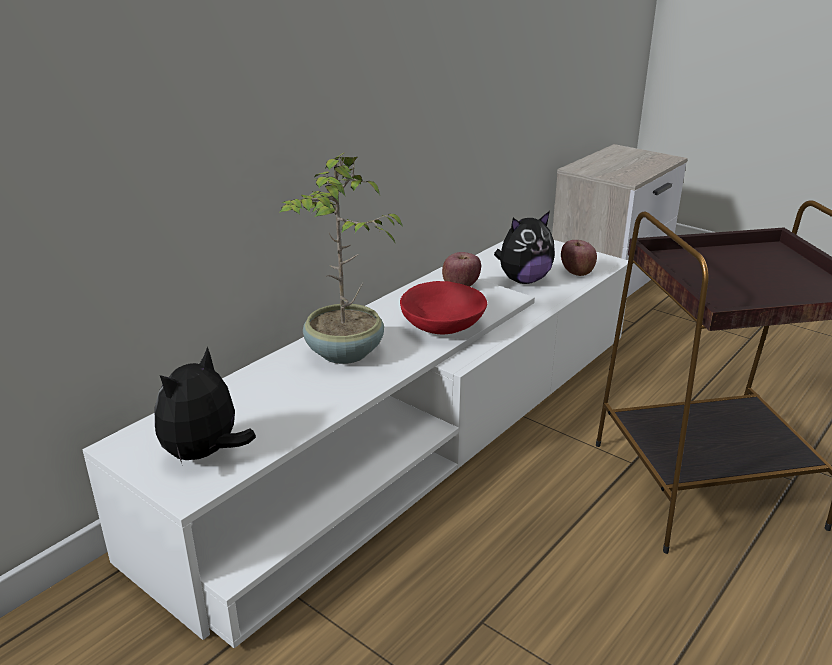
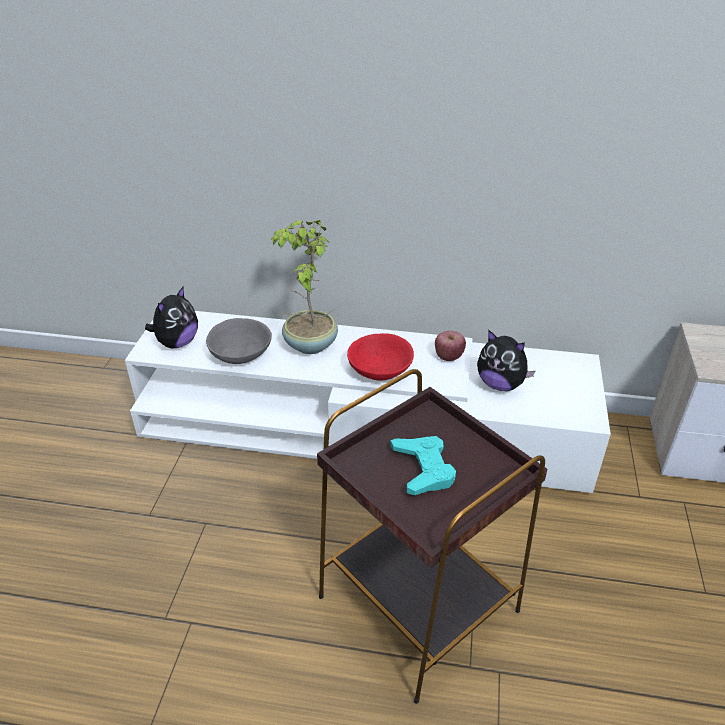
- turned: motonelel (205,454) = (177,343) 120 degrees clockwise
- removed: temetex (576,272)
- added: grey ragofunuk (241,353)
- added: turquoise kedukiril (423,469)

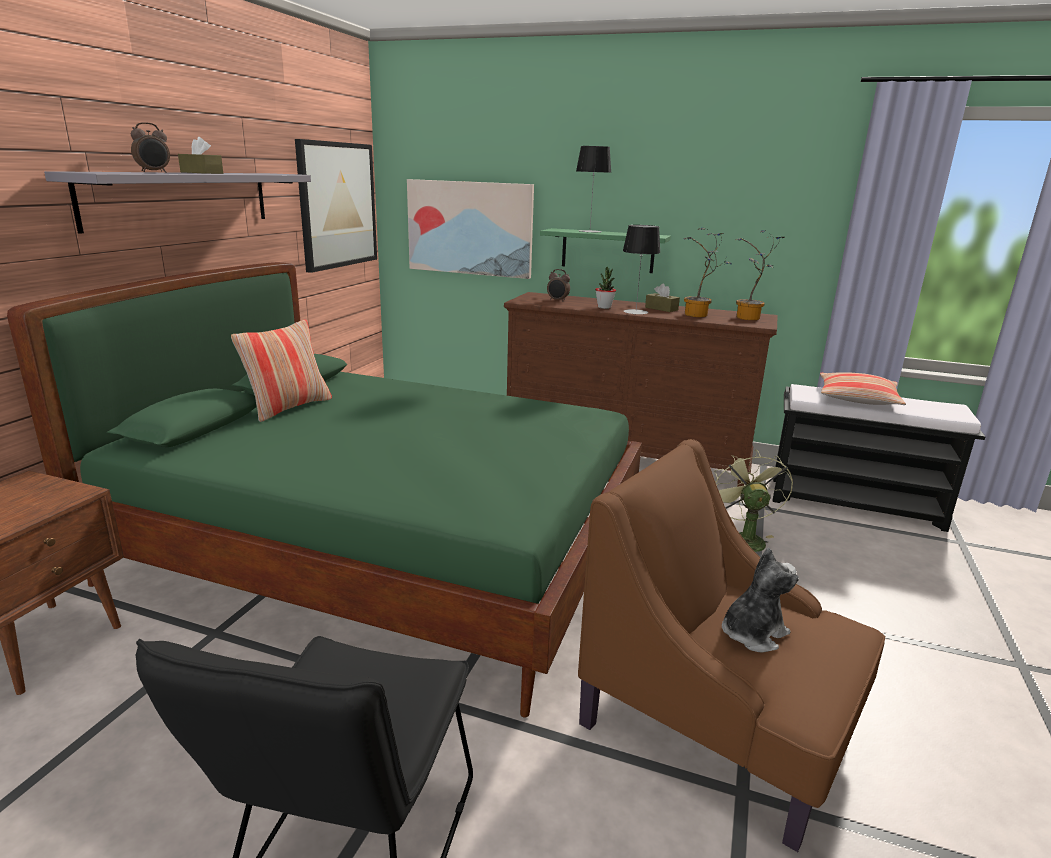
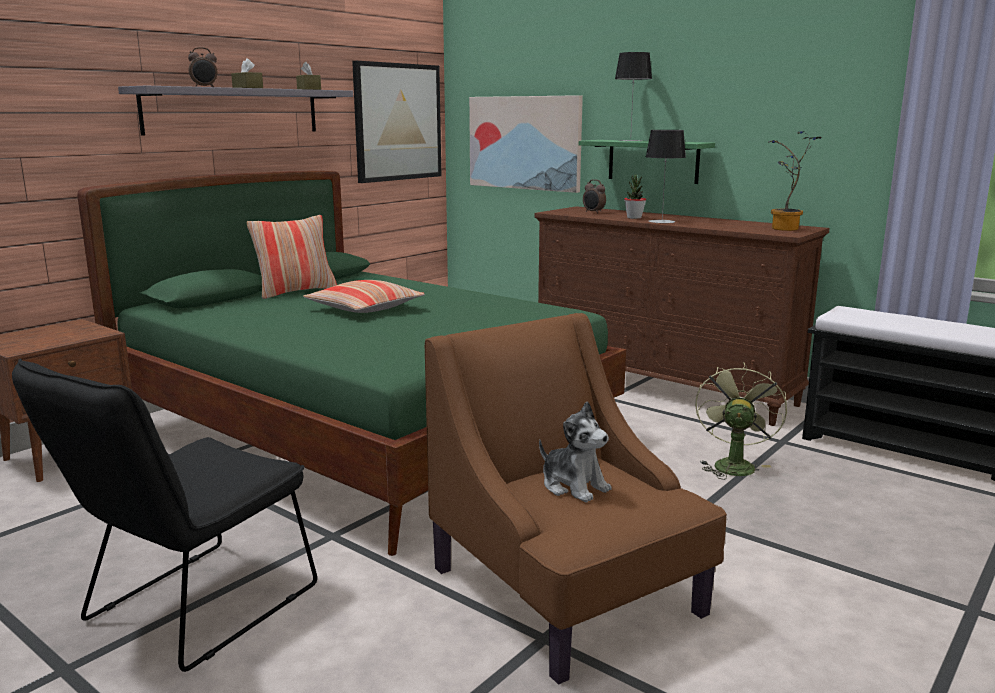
- moved: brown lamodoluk (661,309) to (309,89)
- removed: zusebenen (698,315)
- turned: motonelel (752,633) = (574,486) 60 degrees clockwise
- moved: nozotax (857,399) to (364,308)

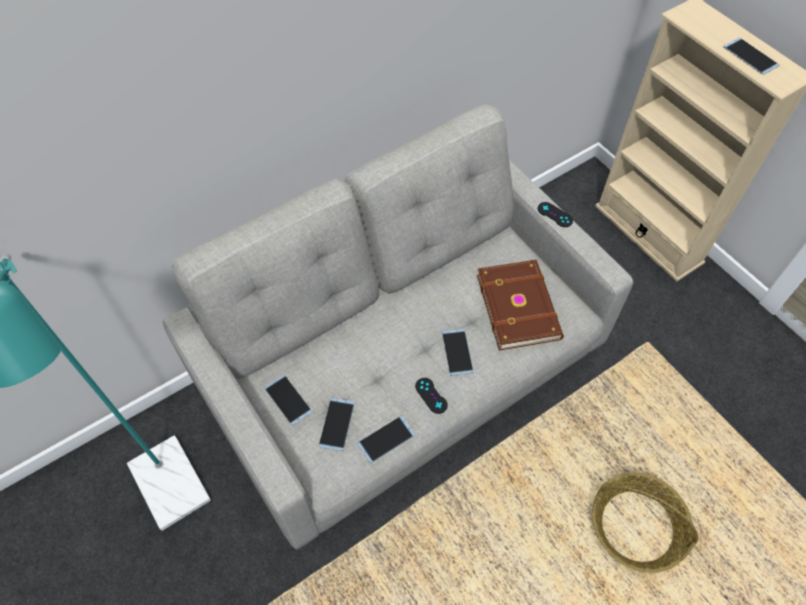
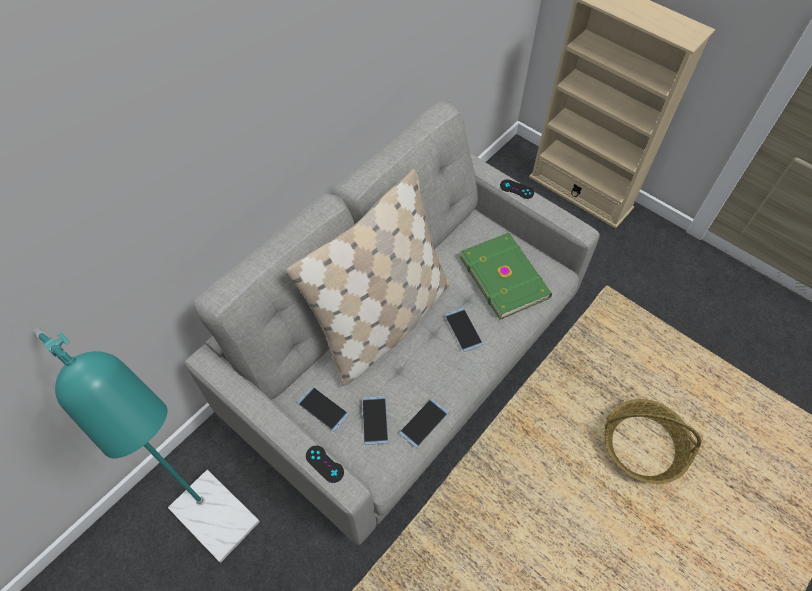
- moved: black kedukiril (431,395) to (324,464)
- recoloured: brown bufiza (519,306) to green bufiza (505,276)
- removed: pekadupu (750,56)
- added: beige nozotax (383,322)

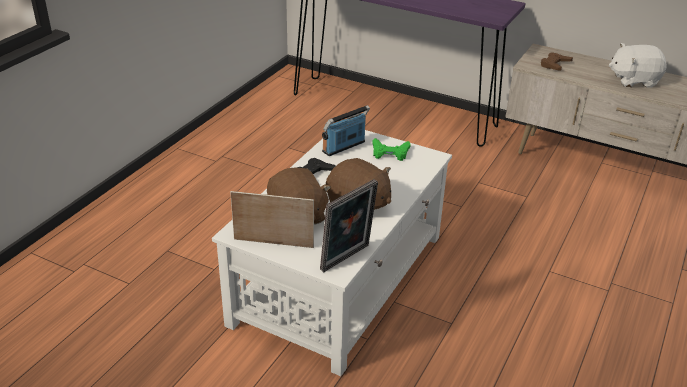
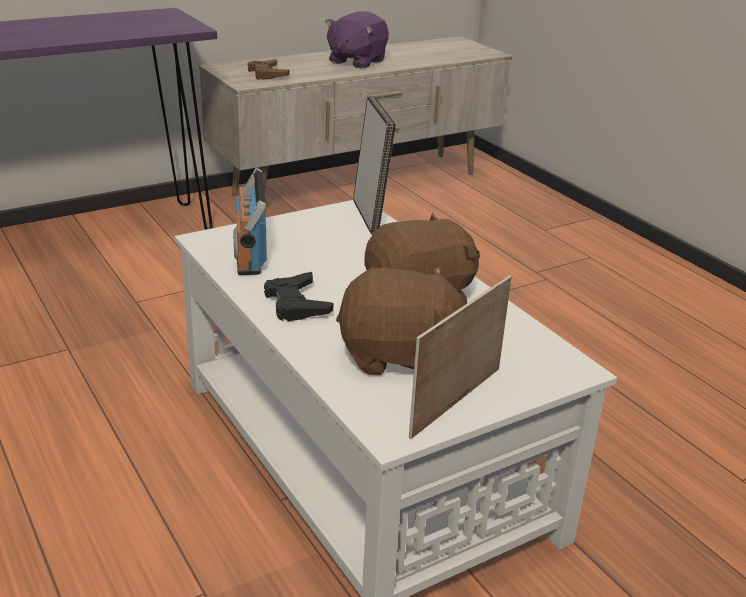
- moved: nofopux (347,259) to (370,216)
- removed: green kedukiril (390,153)
- recoloured: white motonelel (633,80) to purple motonelel (356,61)

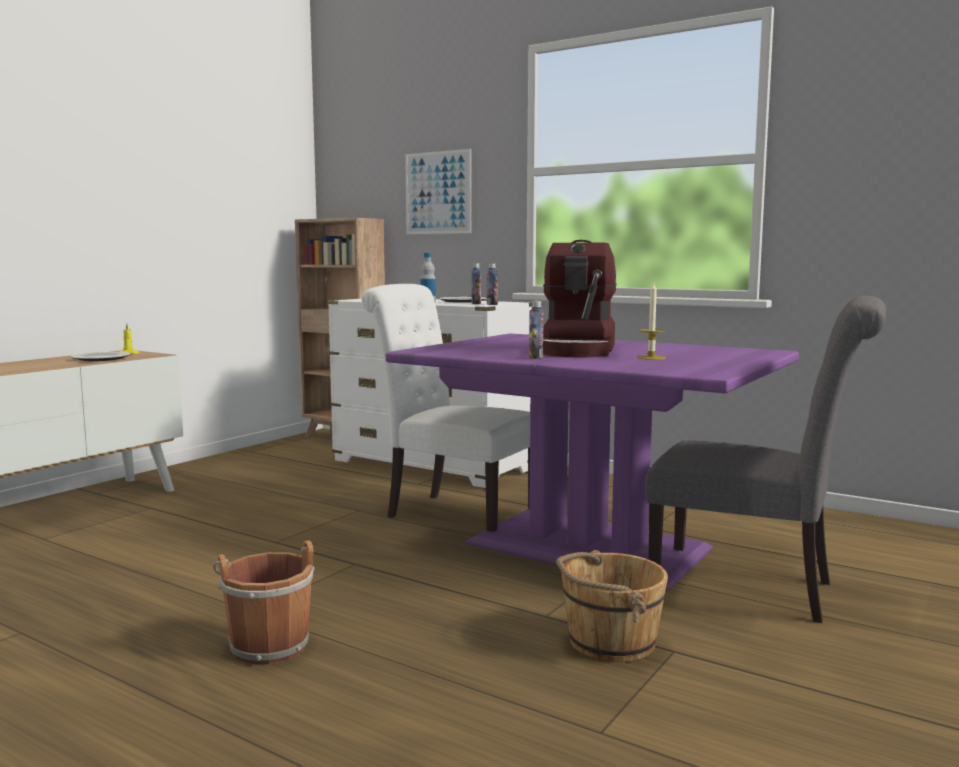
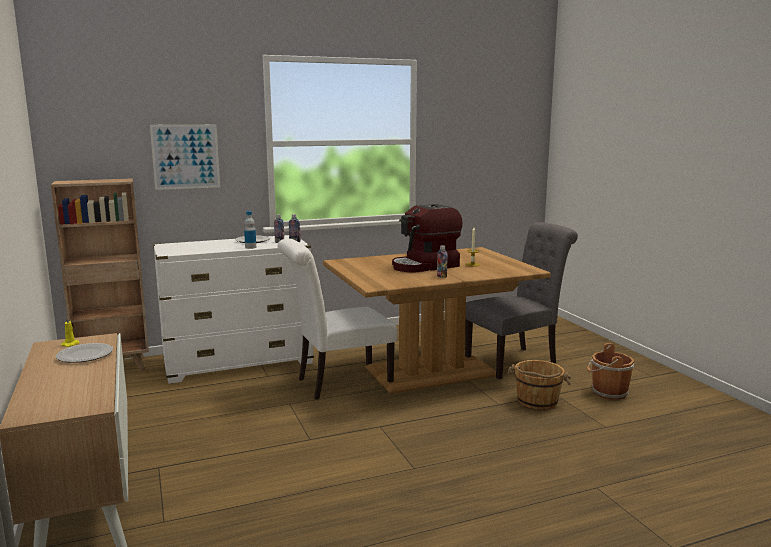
- moved: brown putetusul (268,645) to (607,392)
- recoloured: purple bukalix (588,545) to brown bukalix (430,370)
- turned: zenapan (579,350) = (425,266) 105 degrees clockwise

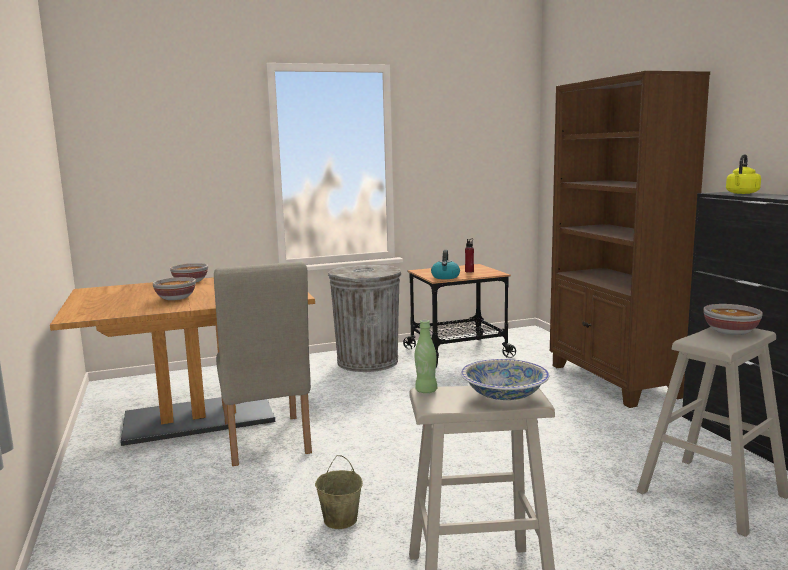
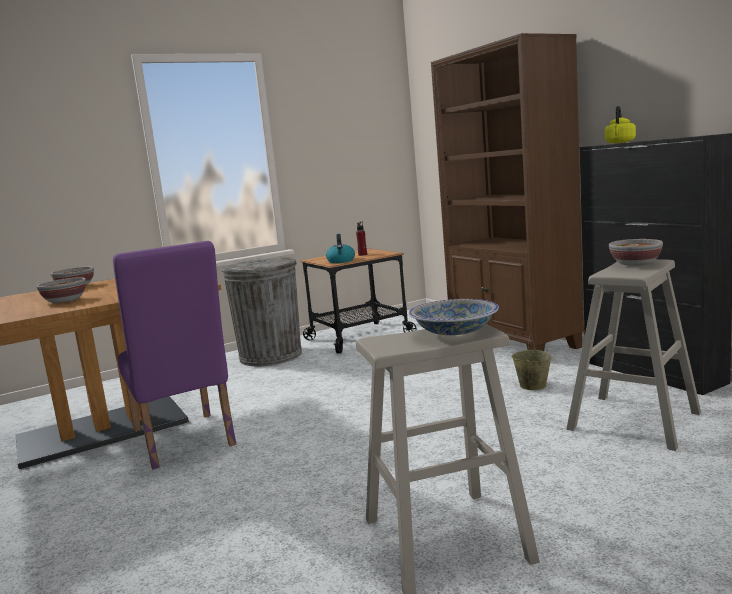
- recoloured: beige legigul (266,444) to purple legigul (184,443)
- moved: beige putetusul (340,519) to (532,385)
- removed: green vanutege (426,391)

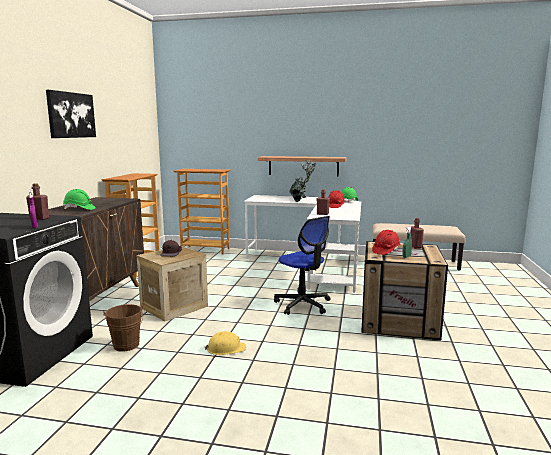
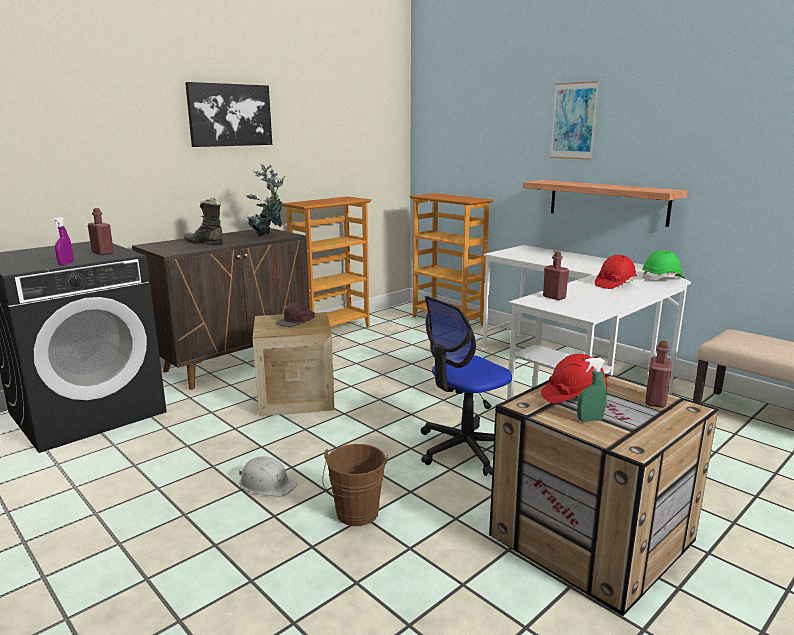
- replaced: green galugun (79,209) to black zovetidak (204,243)
- moved: brown putetusul (126,346) to (356,516)
- recoloured: yellow galugun (226,349) to white galugun (267,484)
- turned: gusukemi (303,304) = (464,449) 60 degrees clockwise
- moved: zusebenen (301,201) to (268,236)
- added: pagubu (574,121)

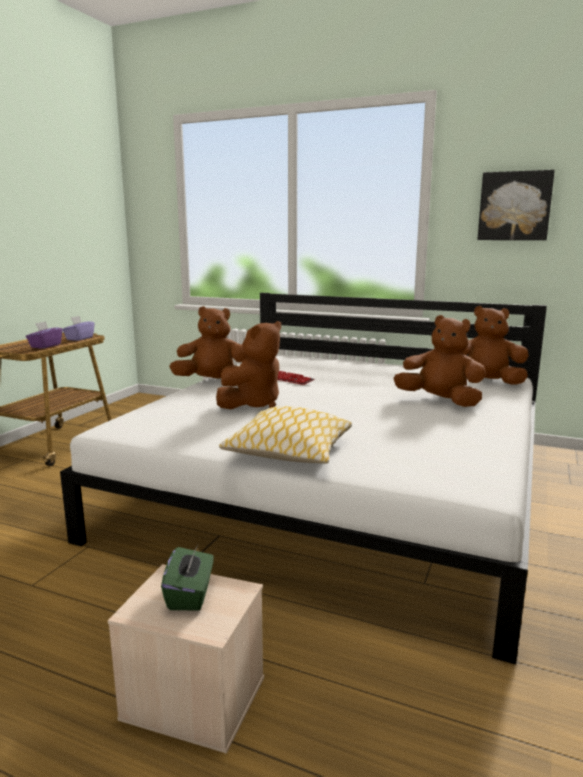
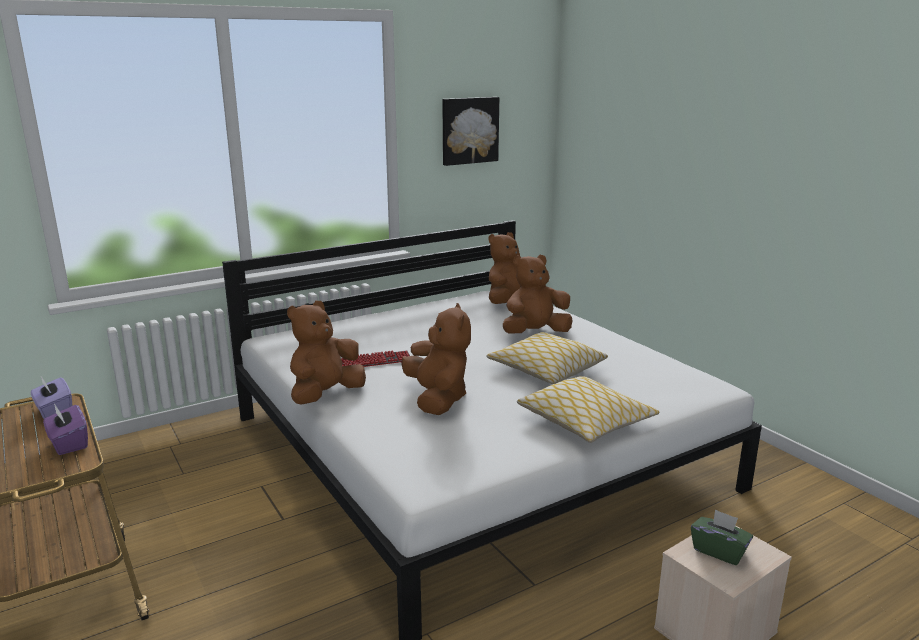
- added: nozotax (546,369)

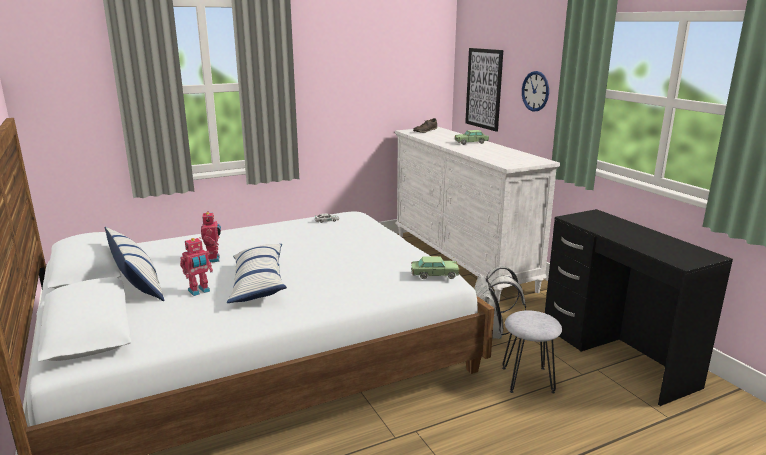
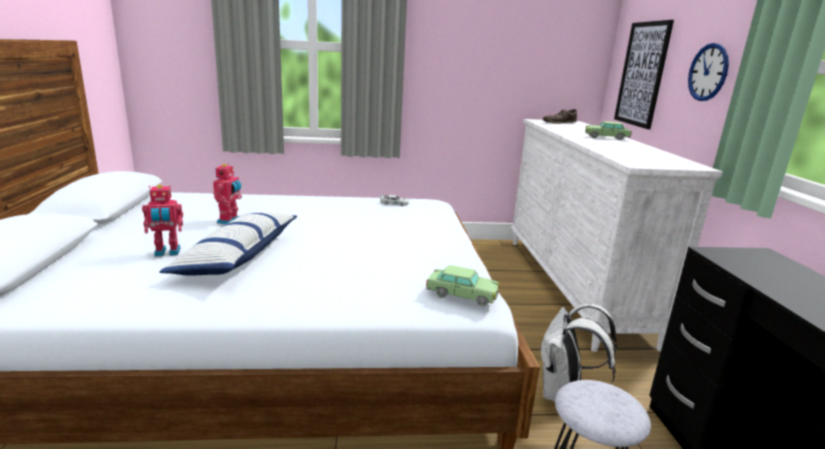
- removed: nozotax (137,283)

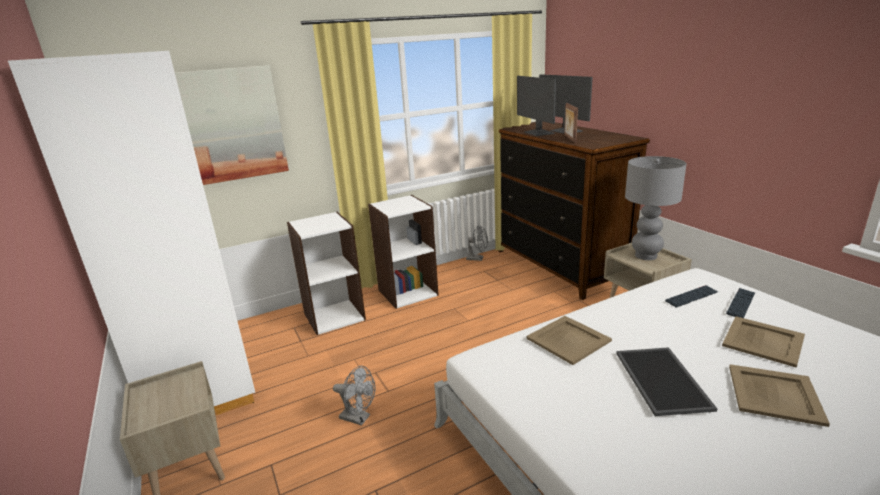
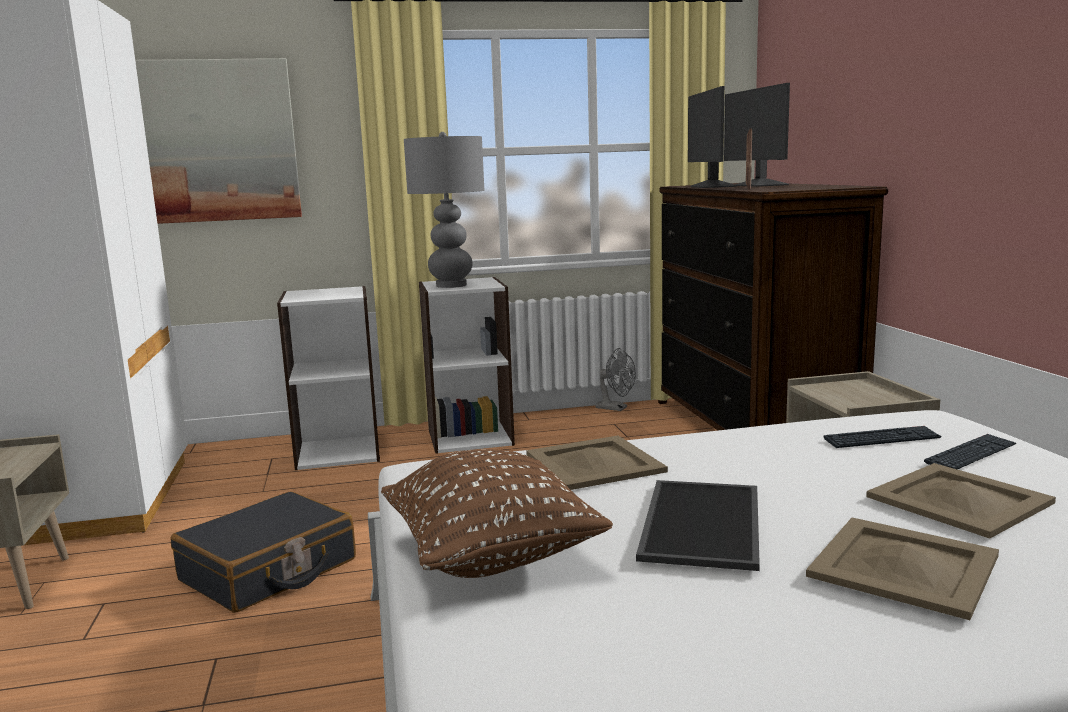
- replaced: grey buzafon (359,418) to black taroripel (269,571)
- moved: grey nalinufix (646,256) to (452,285)
- added: brown nozotax (491,556)

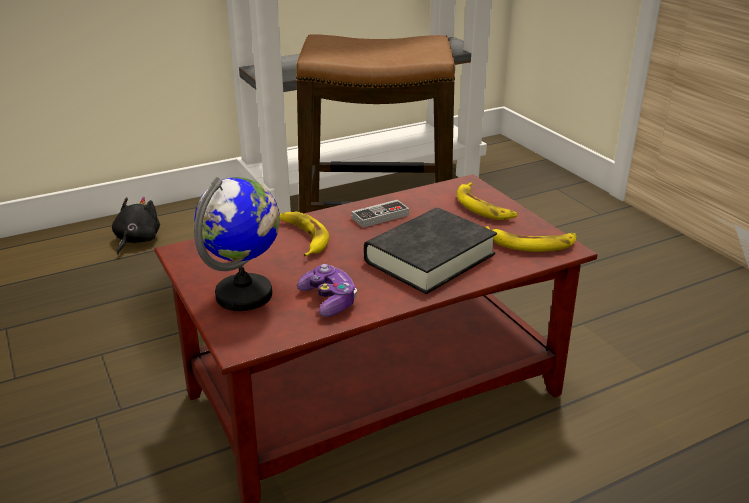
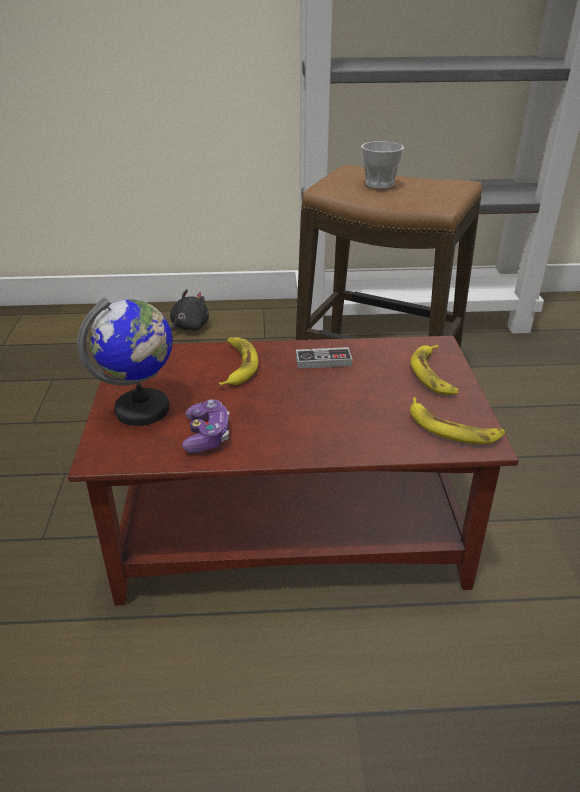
- removed: black bufiza (429,258)
- added: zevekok (379,184)

